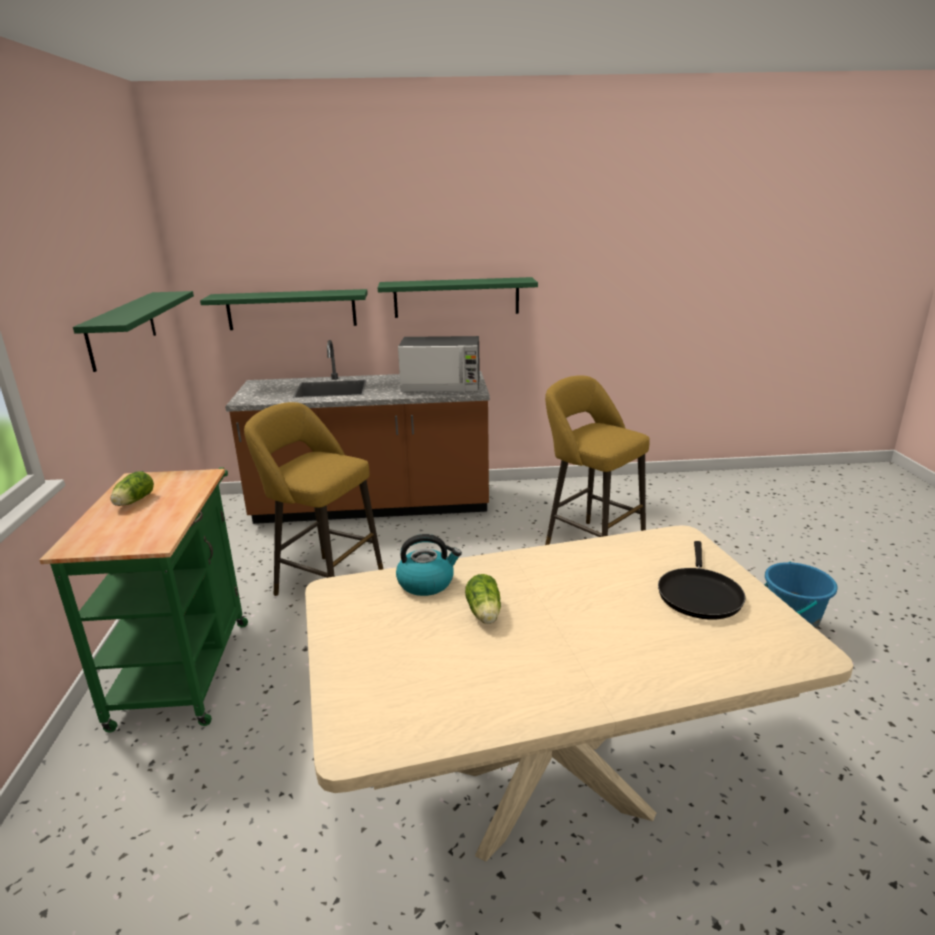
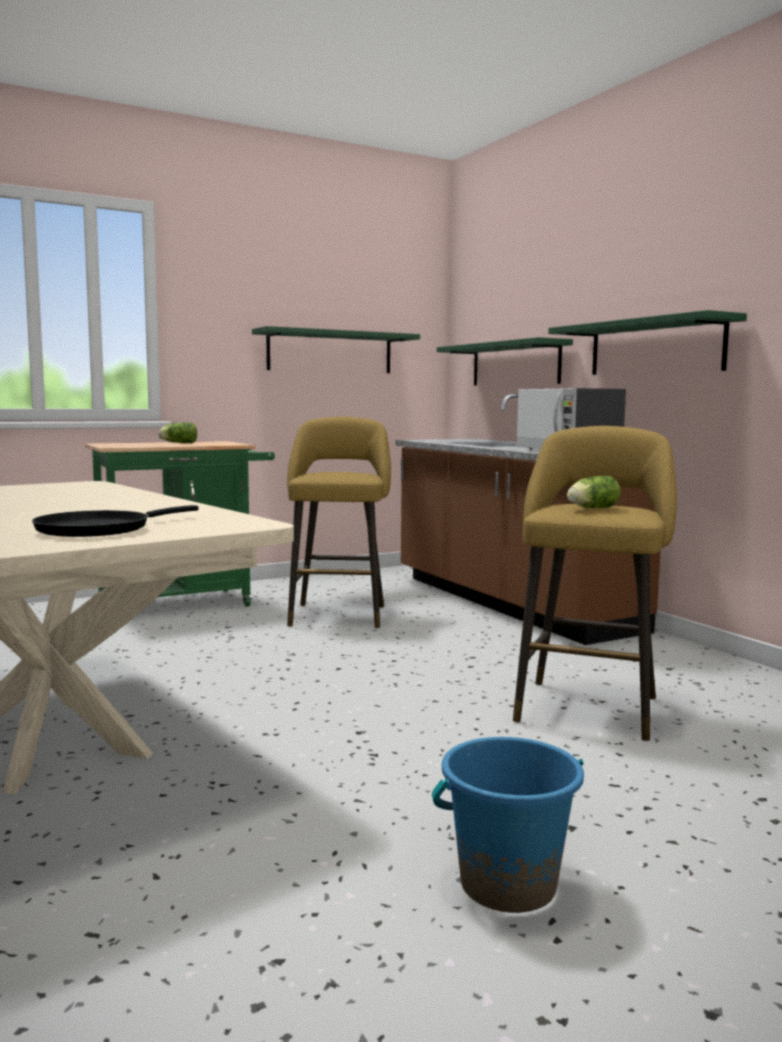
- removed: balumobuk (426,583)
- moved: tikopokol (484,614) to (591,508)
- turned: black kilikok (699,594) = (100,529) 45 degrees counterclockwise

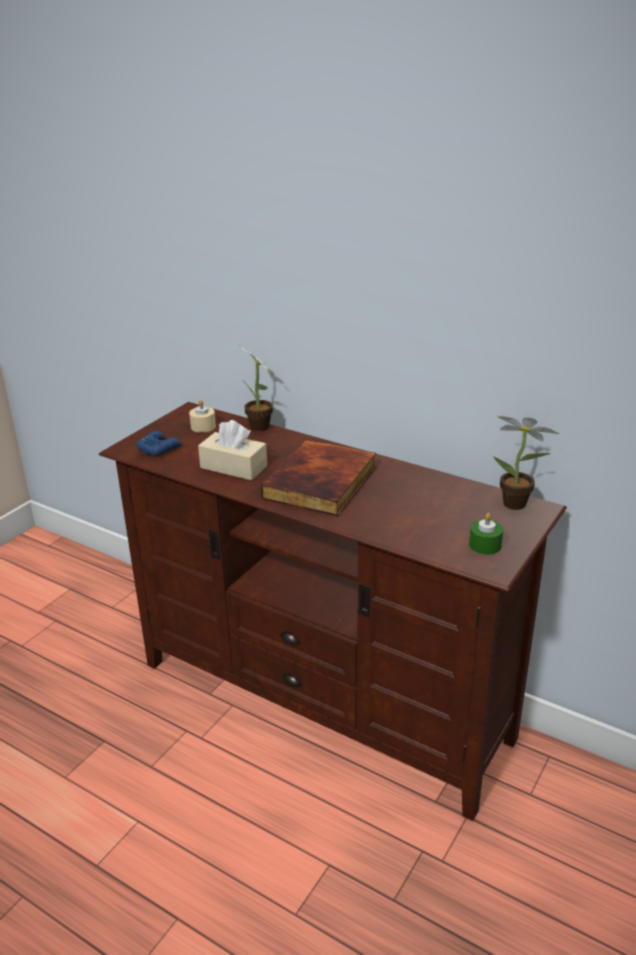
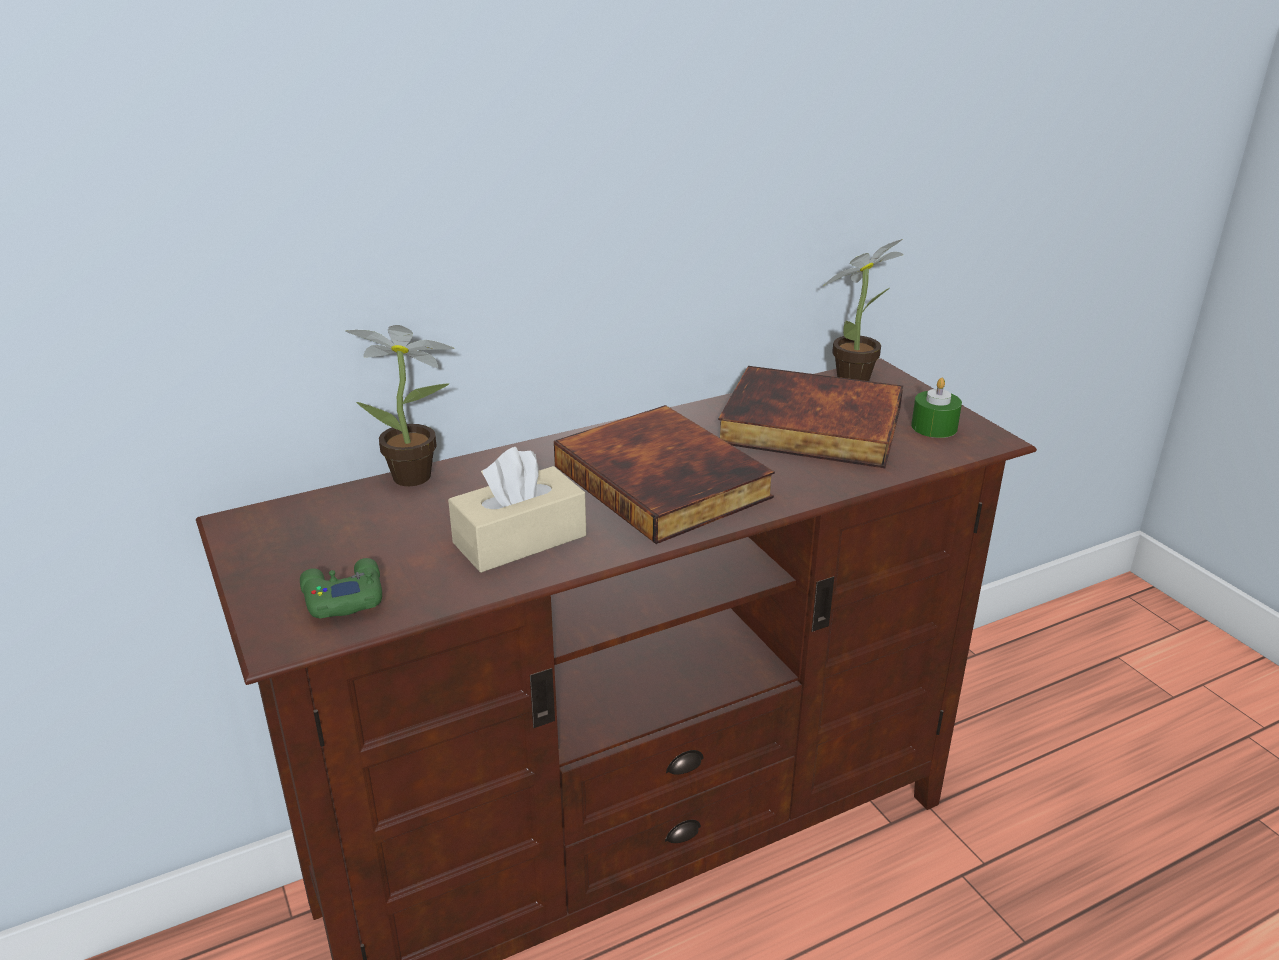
- recoloured: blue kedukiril (159,448) to green kedukiril (342,597)
- removed: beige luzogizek (203,426)
- added: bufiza (809,427)

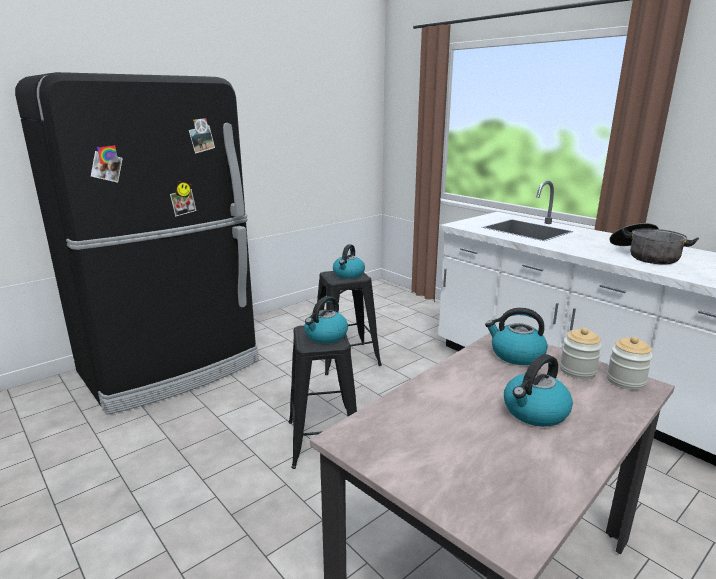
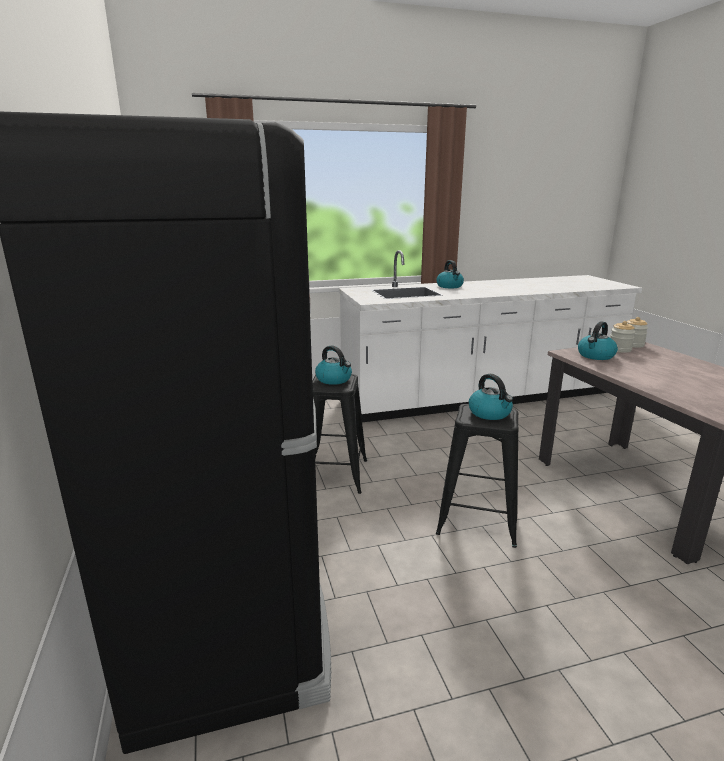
- moved: balumobuk (535,412) to (450,286)
- removed: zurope (645,255)

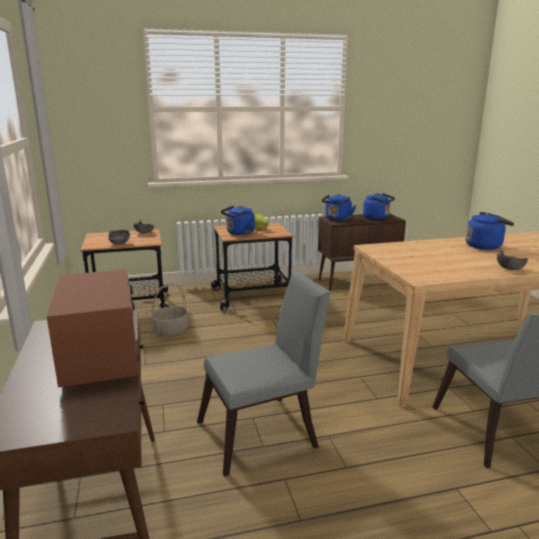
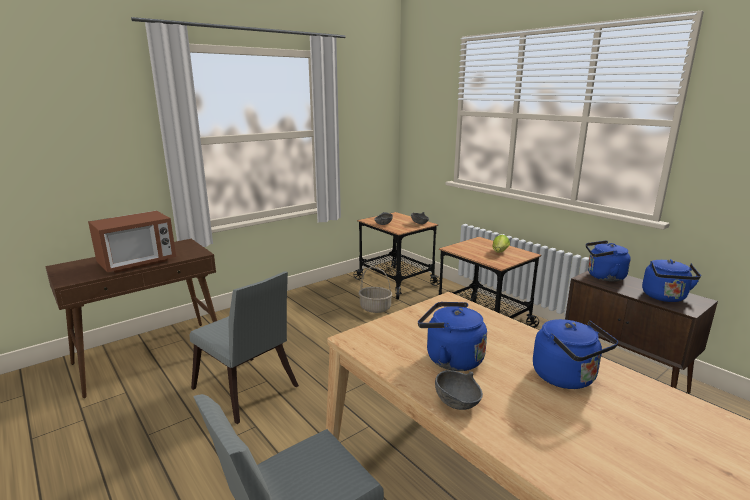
- moved: blue balumobuk (239,233) to (450,359)

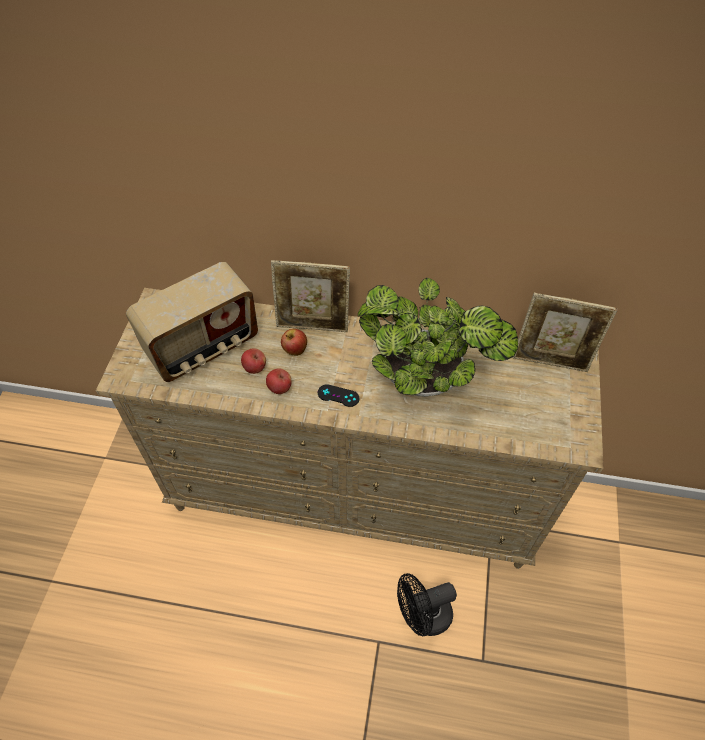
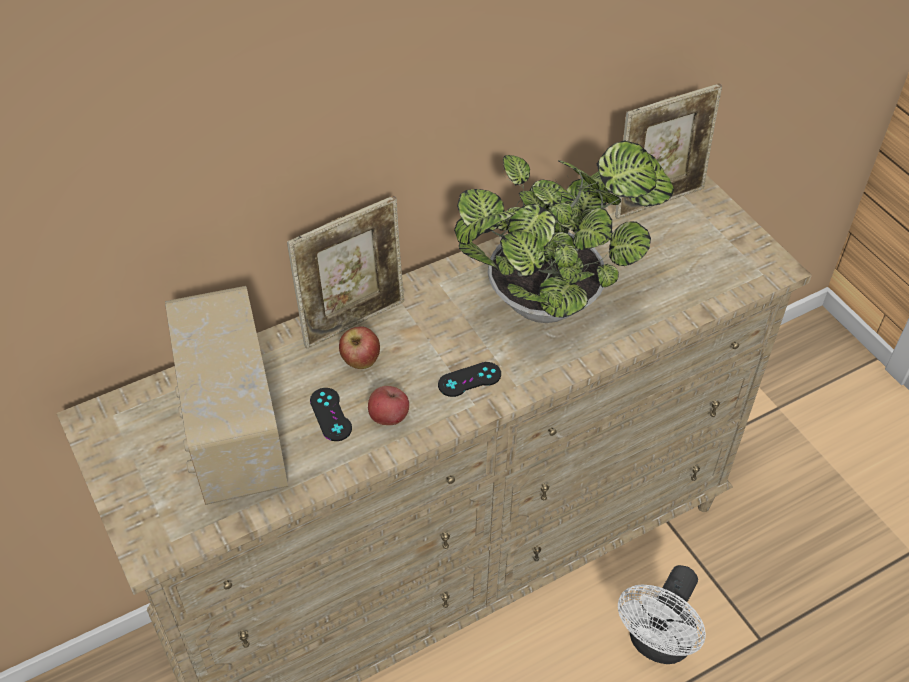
- turned: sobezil (203,347) = (233,434) 150 degrees clockwise
- replaced: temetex (255,368) to black kedukiril (330,414)
- recoloured: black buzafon (423,616) to white buzafon (657,644)

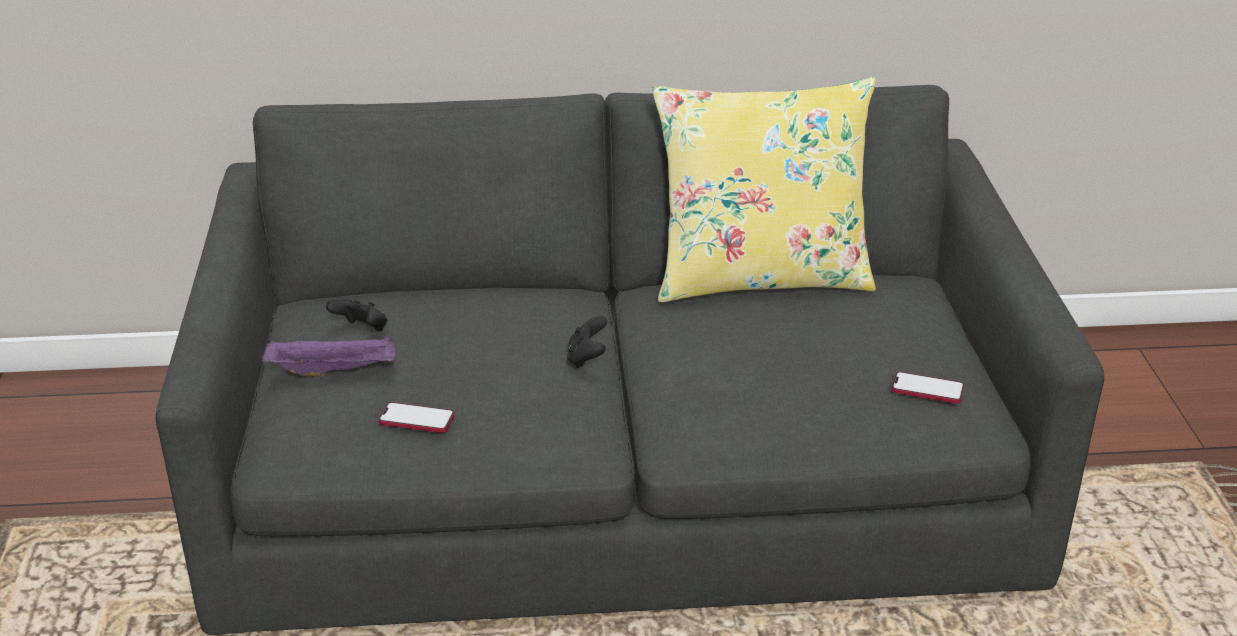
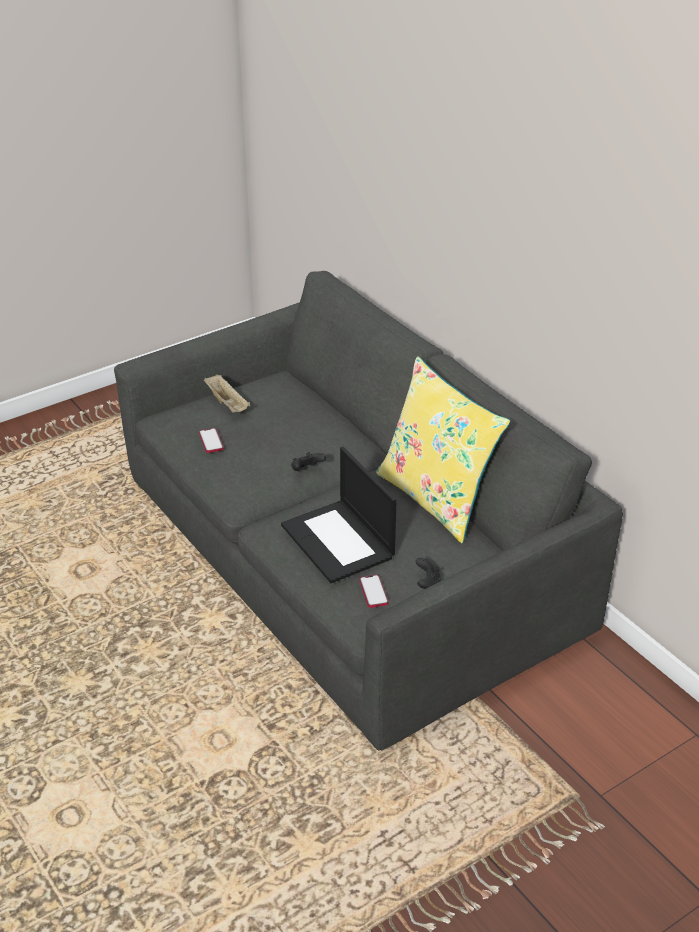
- recoloured: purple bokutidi (334,371) to beige bokutidi (227,404)
- moved: black kedukiril (361,330) to (428,585)
- added: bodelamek (339,542)

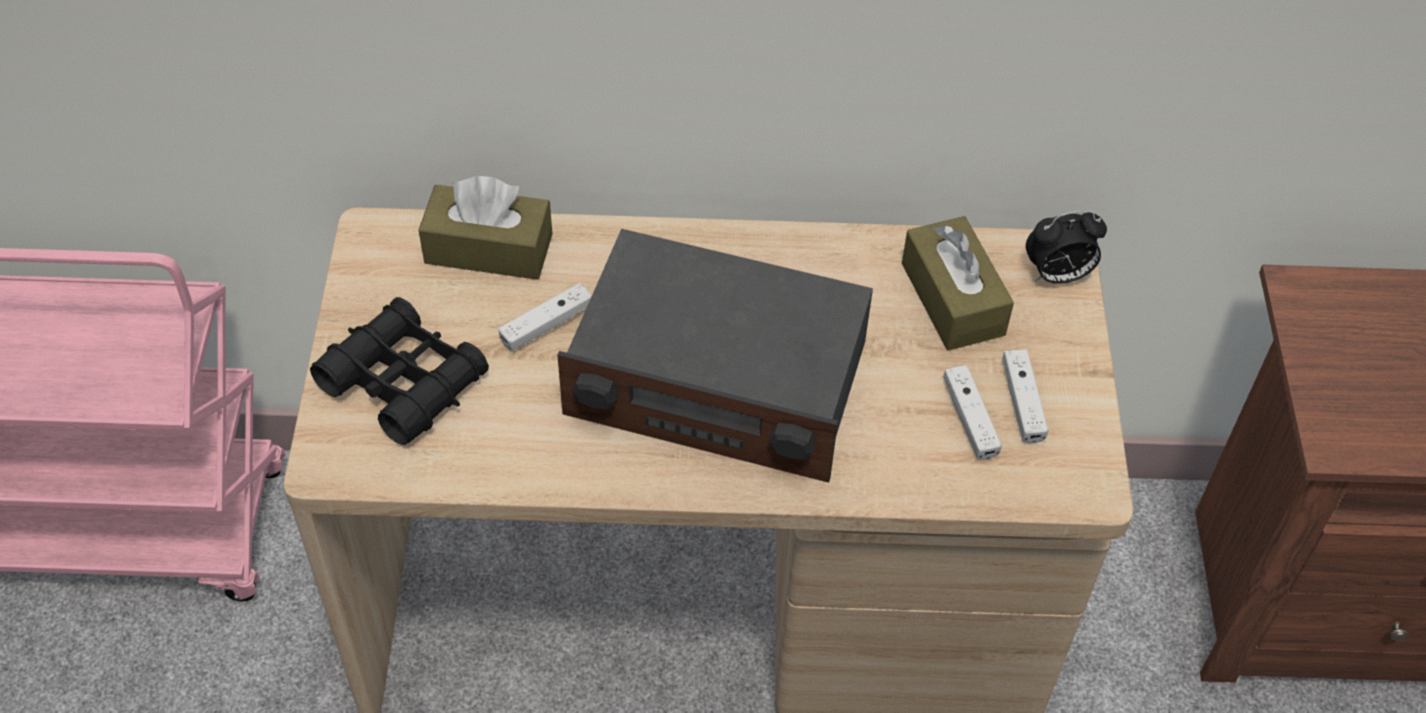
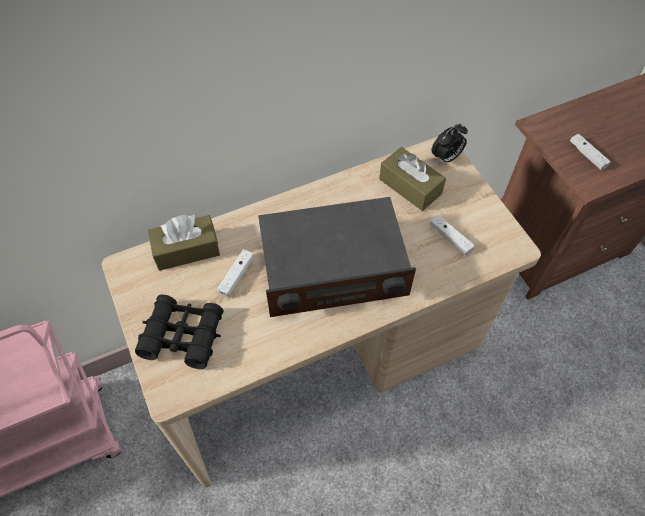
- moved: white kedukiril (1022,402) to (587,155)

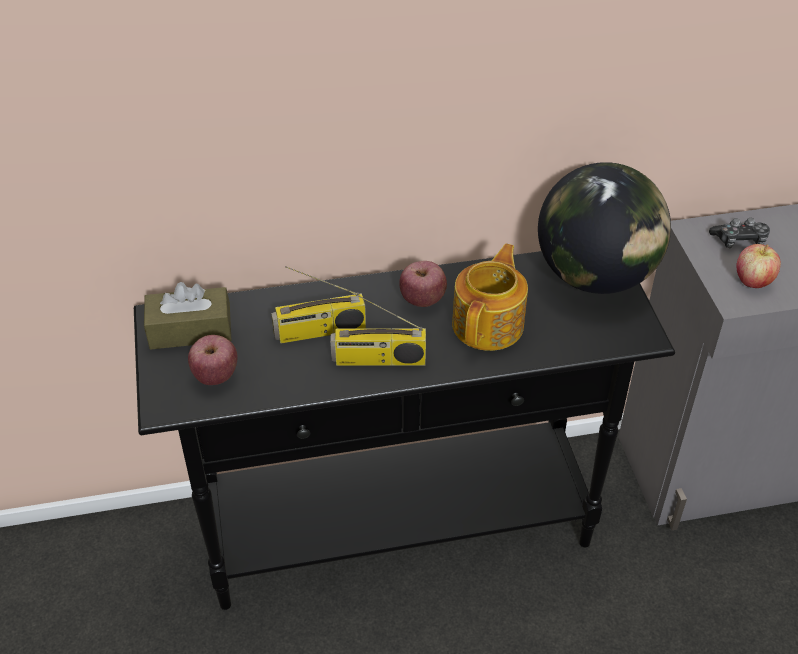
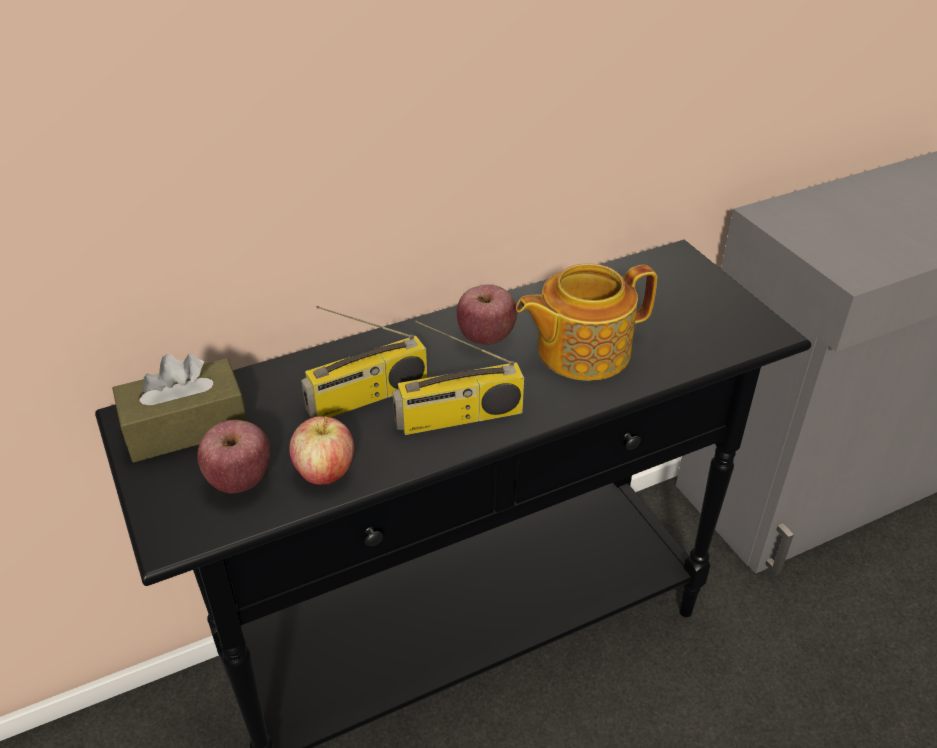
- turned: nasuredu (489,324) = (581,350) 120 degrees counterclockwise
- removed: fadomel (595,276)
- removed: kedukiril (739,240)
- moved: temetex (753,281) to (325,472)

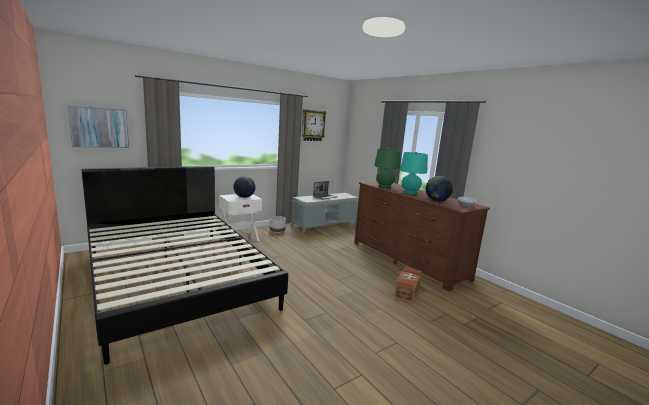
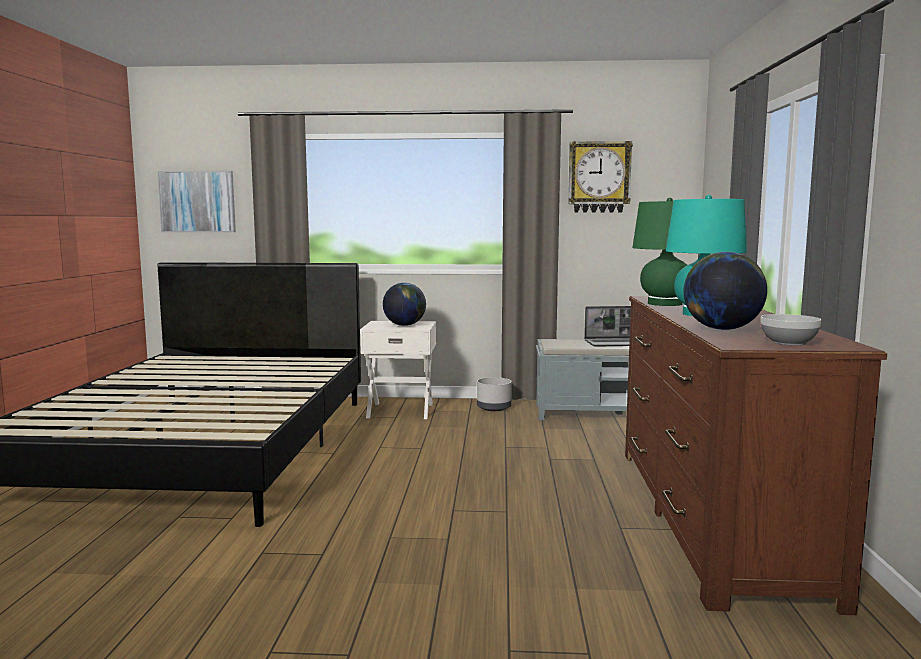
- removed: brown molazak (407,292)

